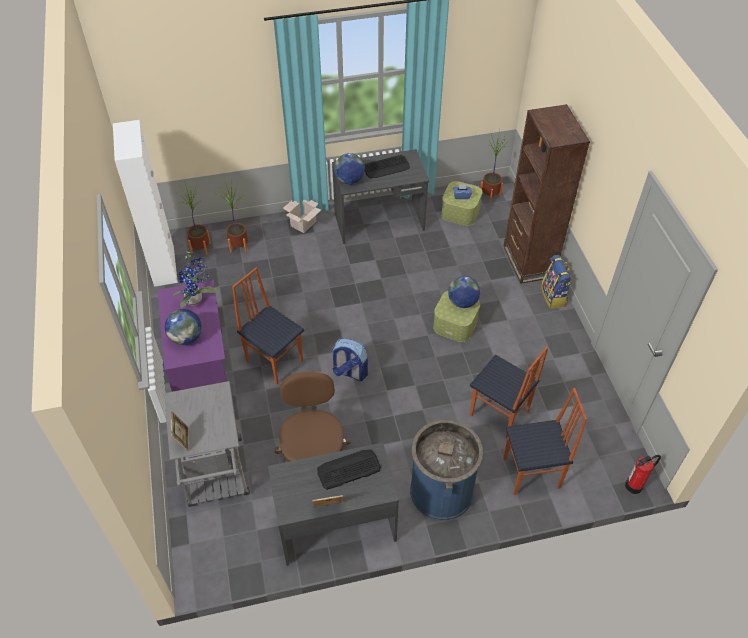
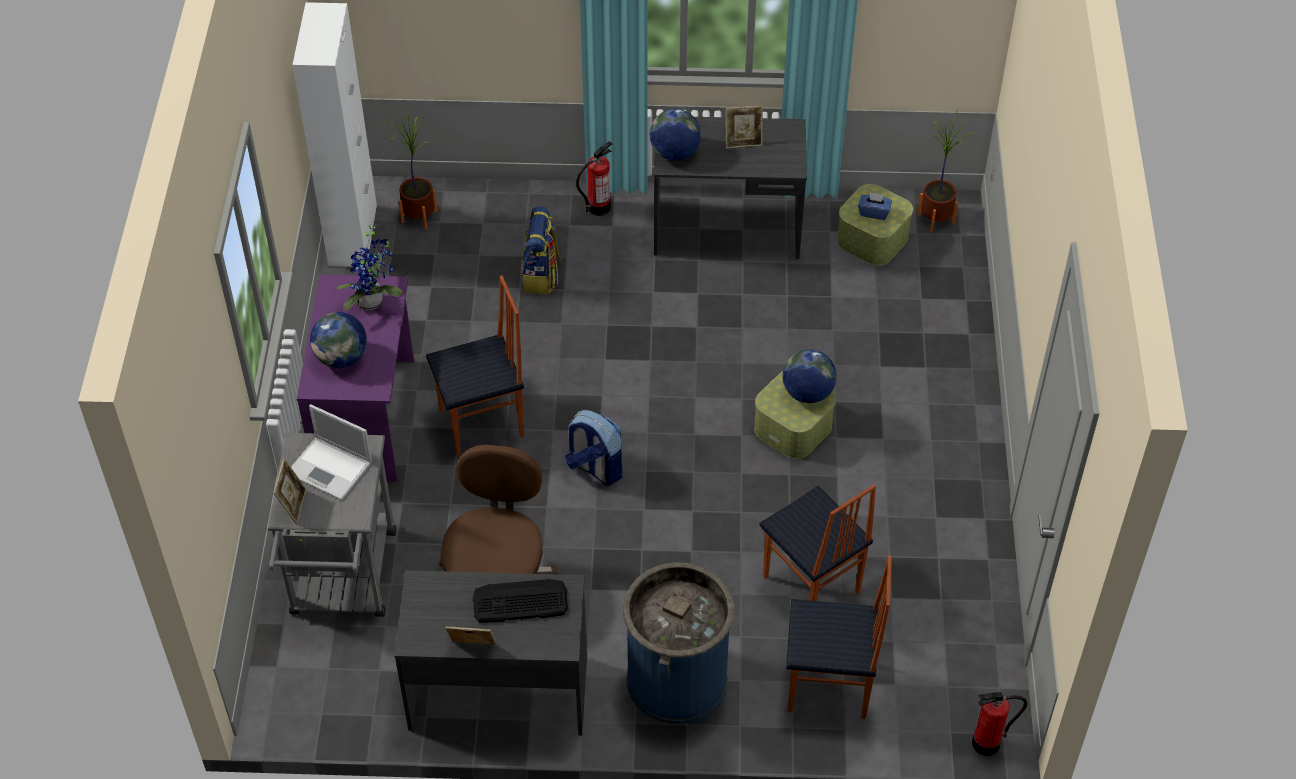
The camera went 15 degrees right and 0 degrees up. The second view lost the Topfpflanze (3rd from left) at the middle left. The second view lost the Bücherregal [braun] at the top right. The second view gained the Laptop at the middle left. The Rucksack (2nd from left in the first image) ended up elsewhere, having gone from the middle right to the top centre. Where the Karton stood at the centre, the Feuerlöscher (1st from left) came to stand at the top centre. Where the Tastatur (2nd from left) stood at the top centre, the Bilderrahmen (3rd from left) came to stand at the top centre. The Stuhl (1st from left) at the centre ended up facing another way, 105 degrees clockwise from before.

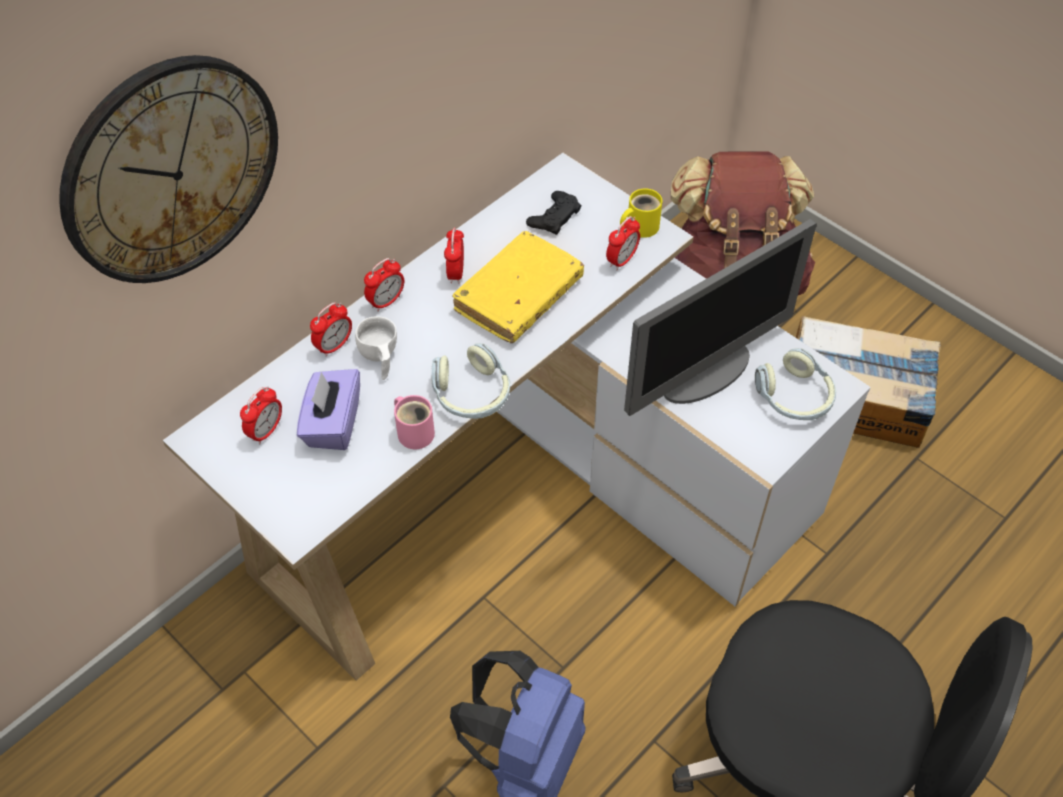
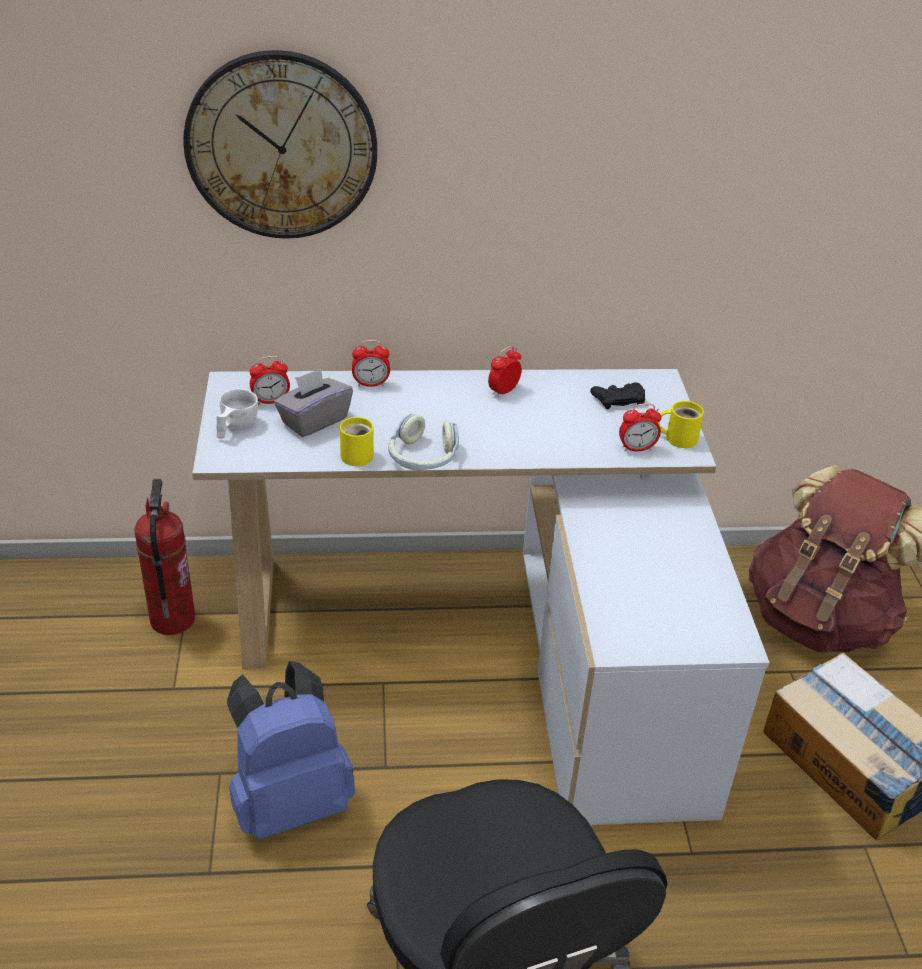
The camera went 40 degrees right and 15 degrees down. The second view lost the Wecker (3rd from left) at the centre. The second view lost the Buch [gelb] at the centre. The second view lost the Monitor at the middle right. The second view lost the Kopfhörer (2nd from left) at the middle right. The second view gained the Feuerlöscher at the middle left. The Tasse [weiß] ended up elsewhere, having gone from the centre to the middle left. What was the Taschentuchbox [lila] at the middle left turned into the Taschentuchbox [grau] at the centre. What was the Henkelbecher [rosa] at the centre turned into the Henkelbecher [gelb] (1st from left) at the centre.

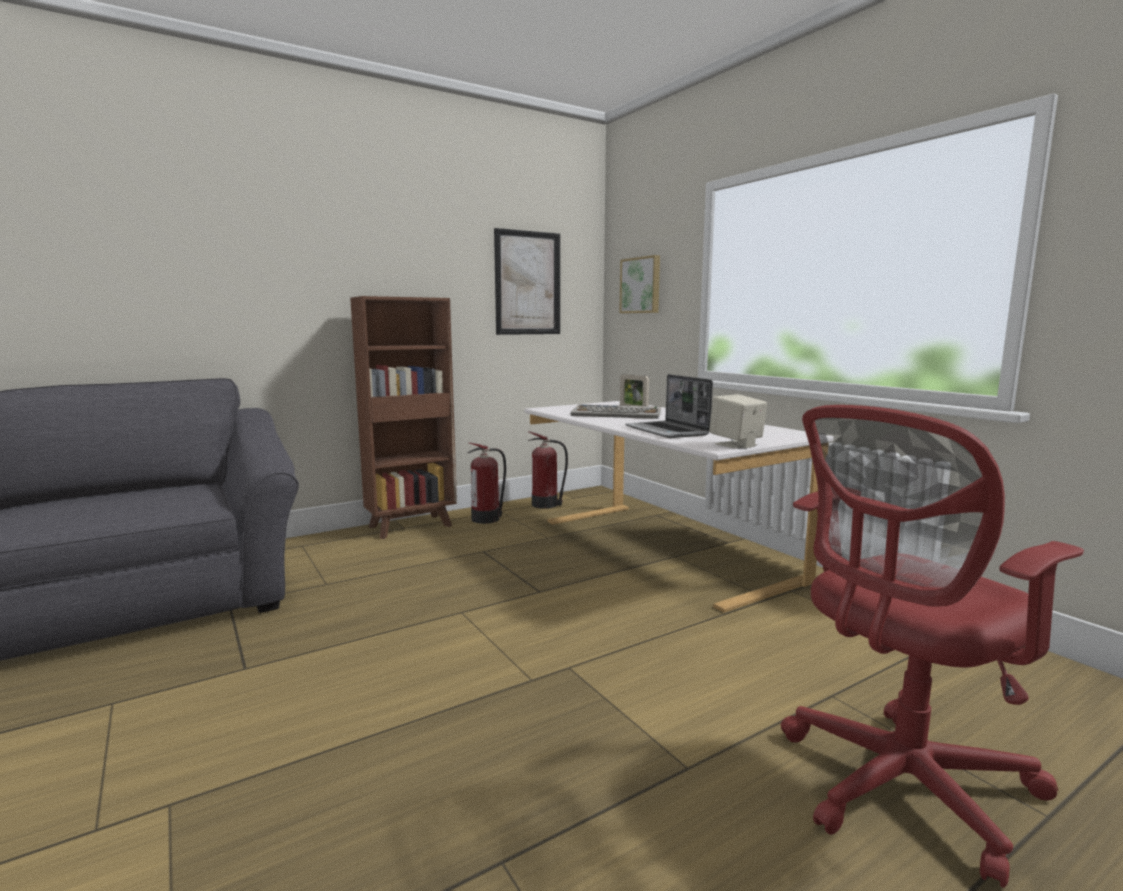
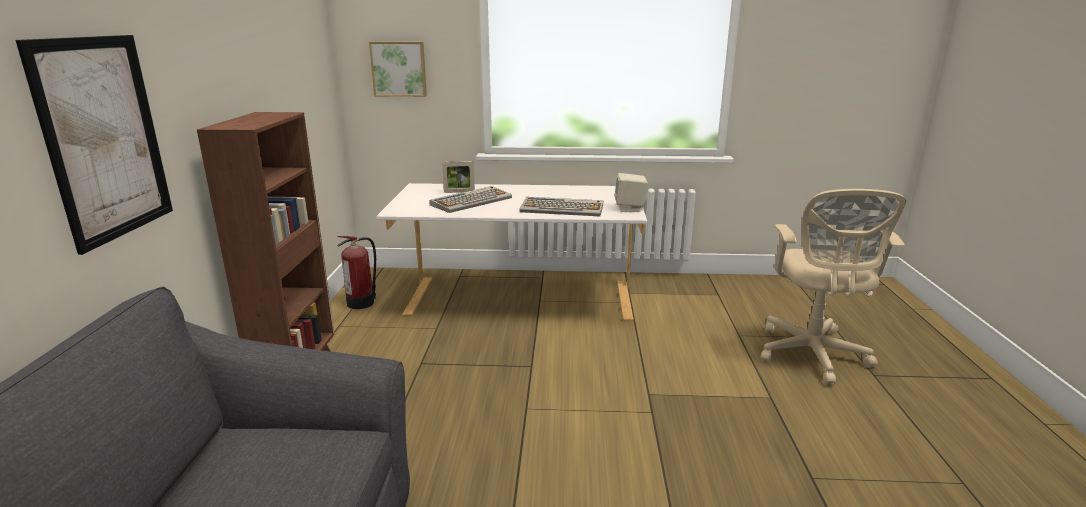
The camera went 55 degrees left and 10 degrees up. The second view lost the Feuerlöscher (1st from left) at the centre. The Bild (1st from left) ended up elsewhere, having gone from the top centre to the top left. Where the Laptop stood at the centre, the Tastatur (2nd from left) came to stand at the centre. What was the Bürostuhl [rot] at the bottom right turned into the Bürostuhl [beige] at the middle right.

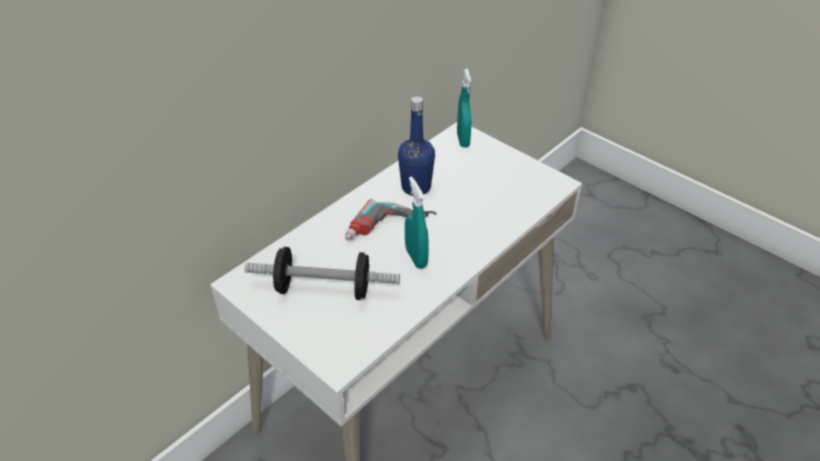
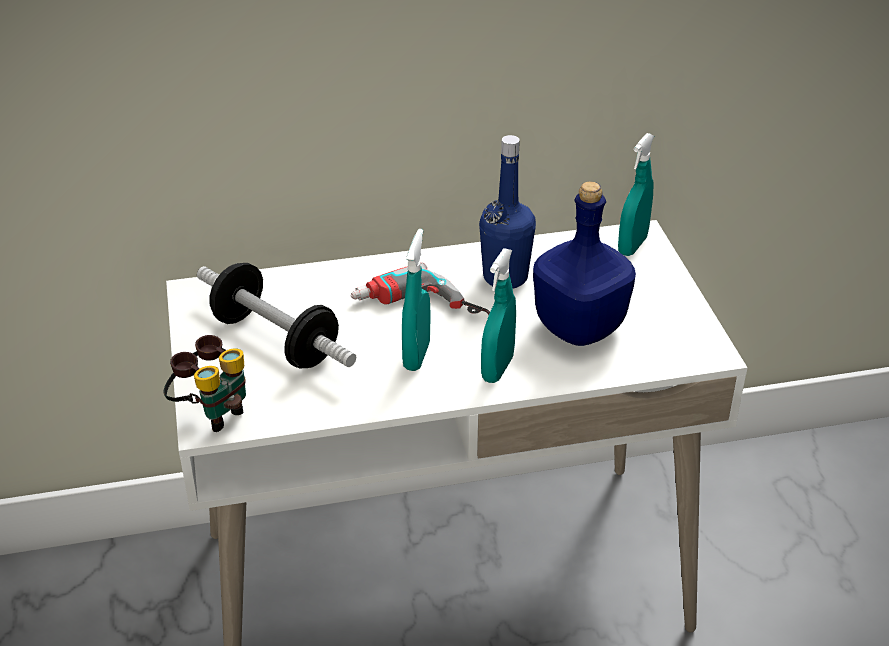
The camera went 35 degrees right and 5 degrees down. The second view gained the Fernglas at the middle left. The second view gained the Sprühflasche [türkis] (2nd from left) at the centre. The second view gained the Flasche [blau] (2nd from left) at the centre.

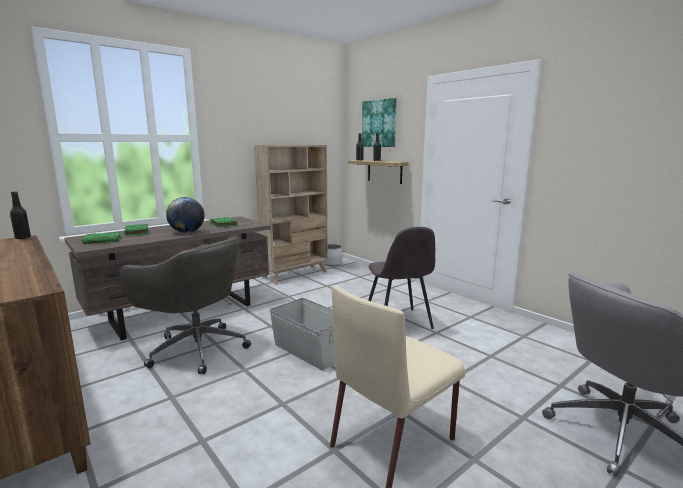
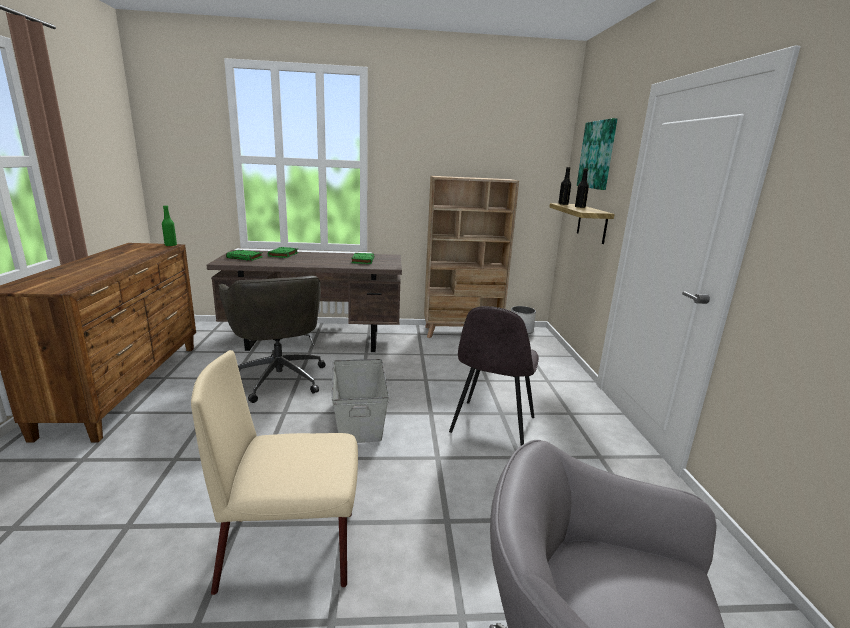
The camera went 35 degrees right and 5 degrees up. The second view lost the Globus at the middle left. What was the Flasche [schwarz] (1st from left) at the middle left turned into the Flasche [grün] at the middle left.

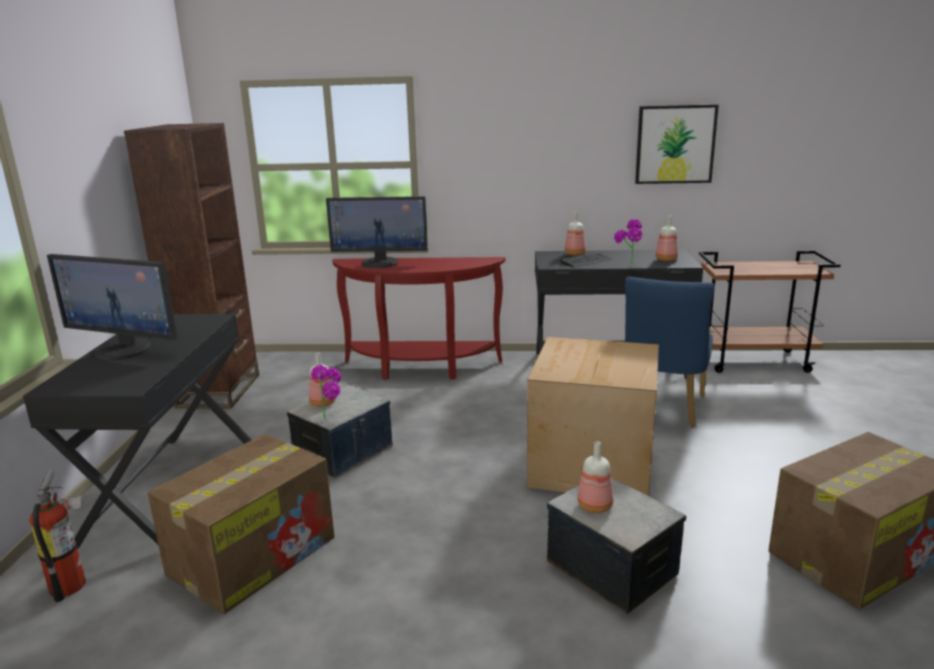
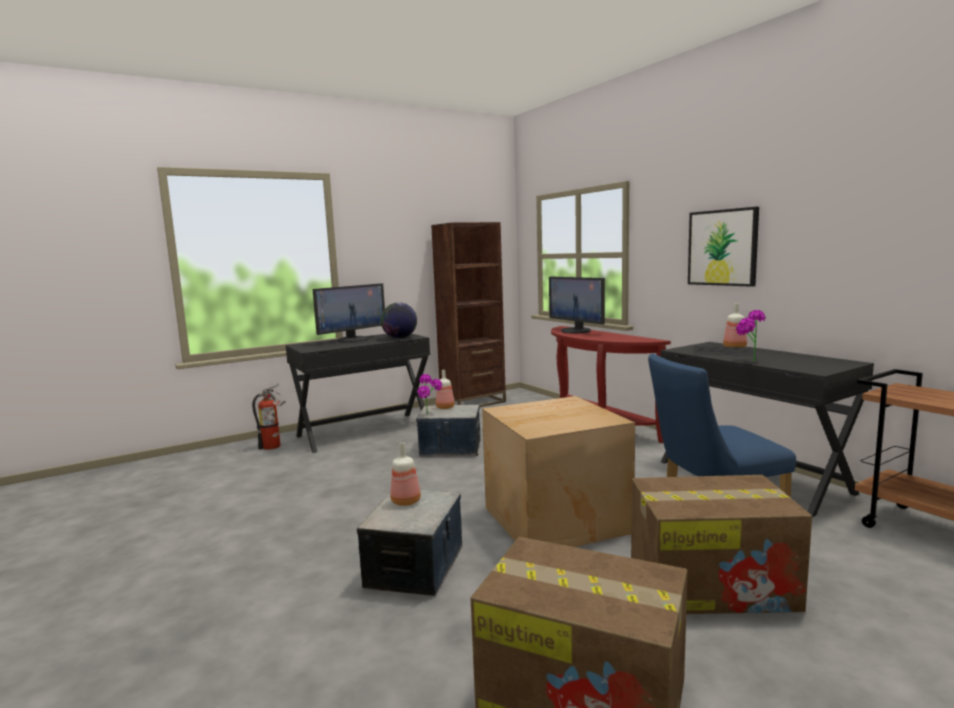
The camera went 55 degrees right and 10 degrees down. The second view lost the Flasche (4th from left) at the middle right. The second view gained the Globus at the centre. The Karton (1st from left in the first image) ended up elsewhere, having gone from the bottom left to the bottom right. The Bild ended up elsewhere, having gone from the top right to the middle right. The Monitor (1st from left) at the middle left ended up facing another way, 120 degrees counterclockwise from before.

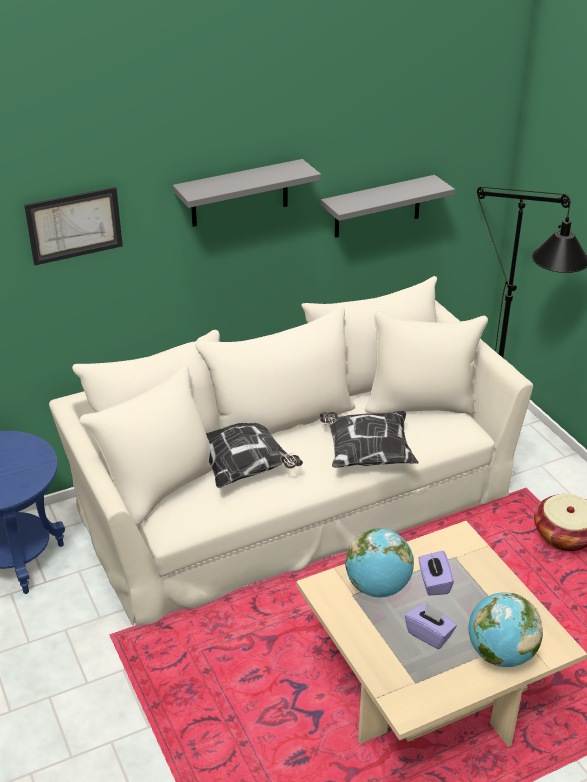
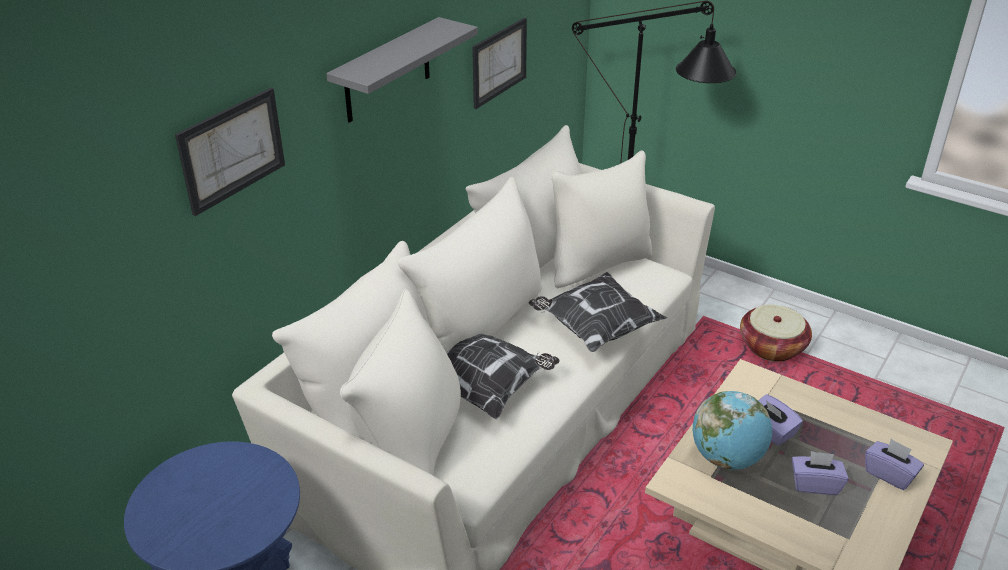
The camera went 30 degrees left and 0 degrees up. Where the Wandregal [grau] (2nd from left) hung at the top centre, the Bild (2nd from left) came to hang at the top centre. Where the Globus (2nd from left) stood at the bottom right, the Taschentuchbox [lila] (3rd from left) came to stand at the bottom right.

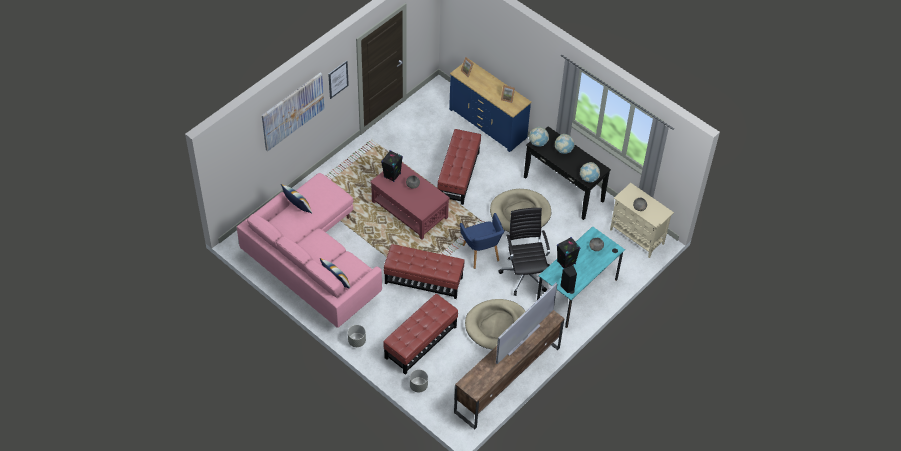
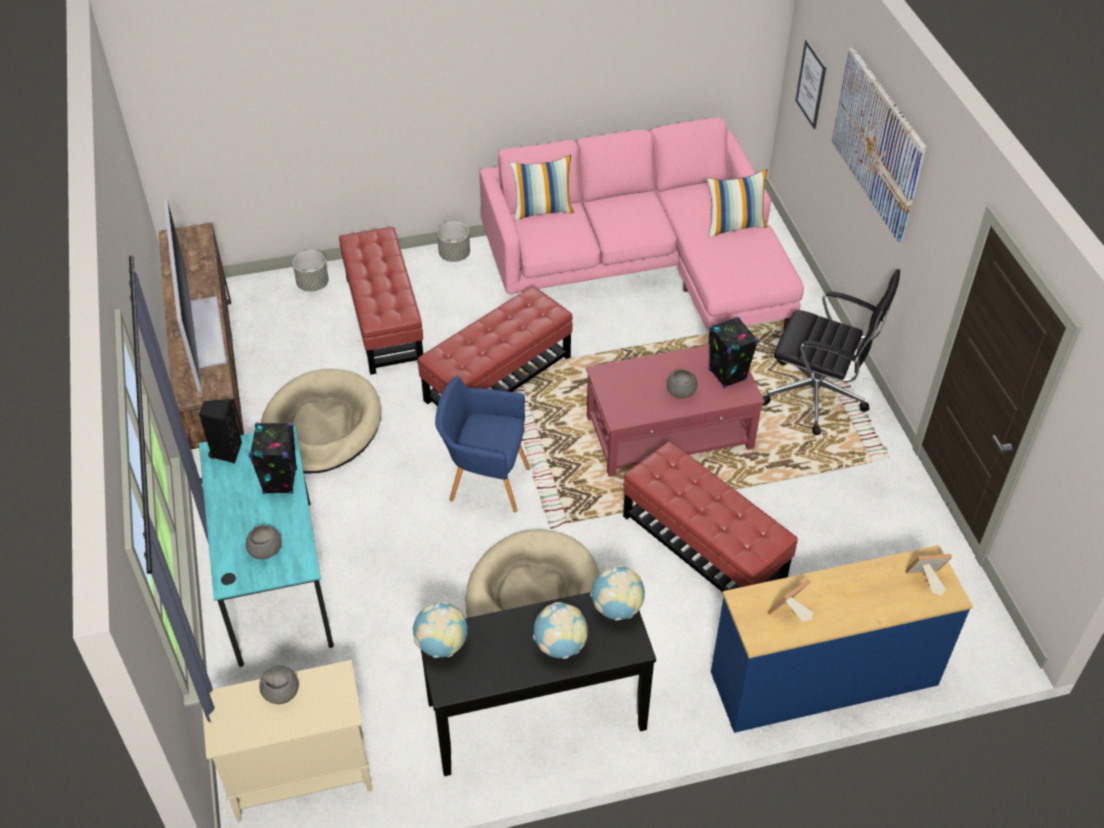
The camera went 125 degrees right and 5 degrees down. The Bild (2nd from left in the first image) ended up elsewhere, having gone from the top centre to the top right. The Bürostuhl [schwarz] ended up elsewhere, having gone from the centre to the middle right.

